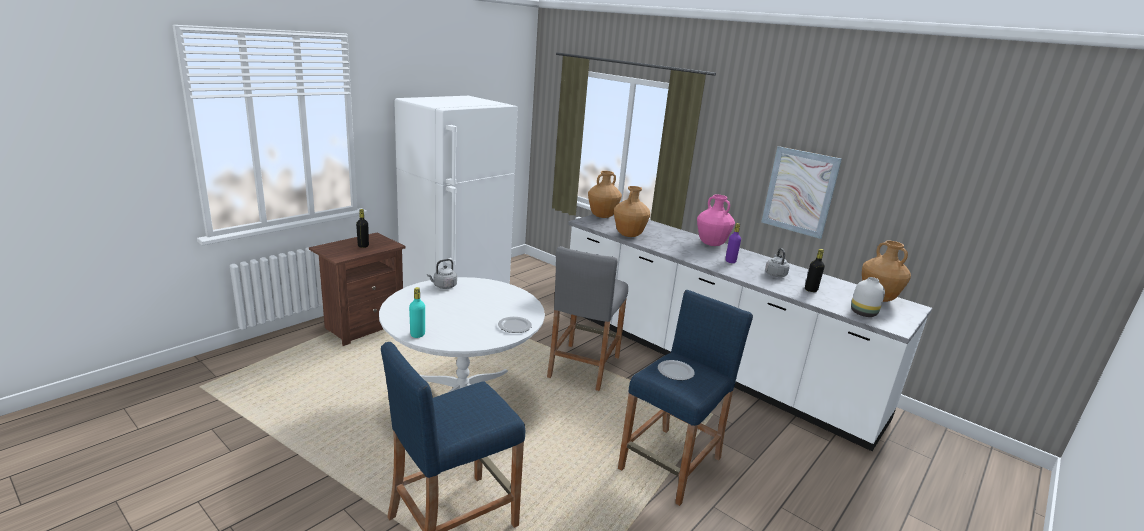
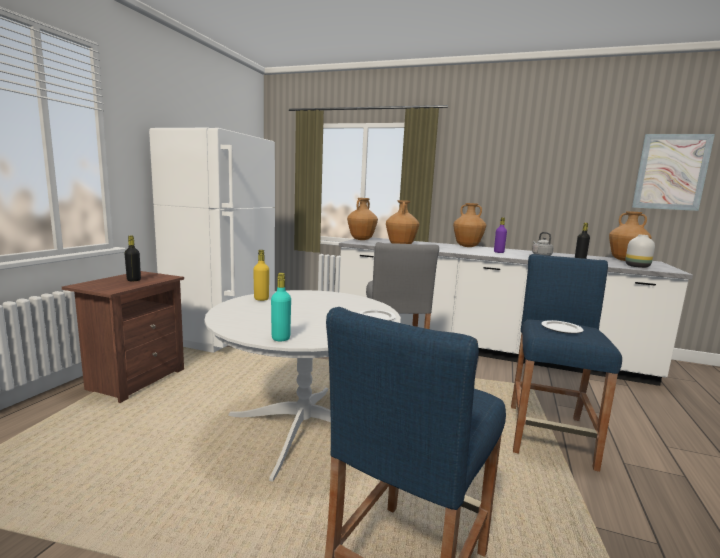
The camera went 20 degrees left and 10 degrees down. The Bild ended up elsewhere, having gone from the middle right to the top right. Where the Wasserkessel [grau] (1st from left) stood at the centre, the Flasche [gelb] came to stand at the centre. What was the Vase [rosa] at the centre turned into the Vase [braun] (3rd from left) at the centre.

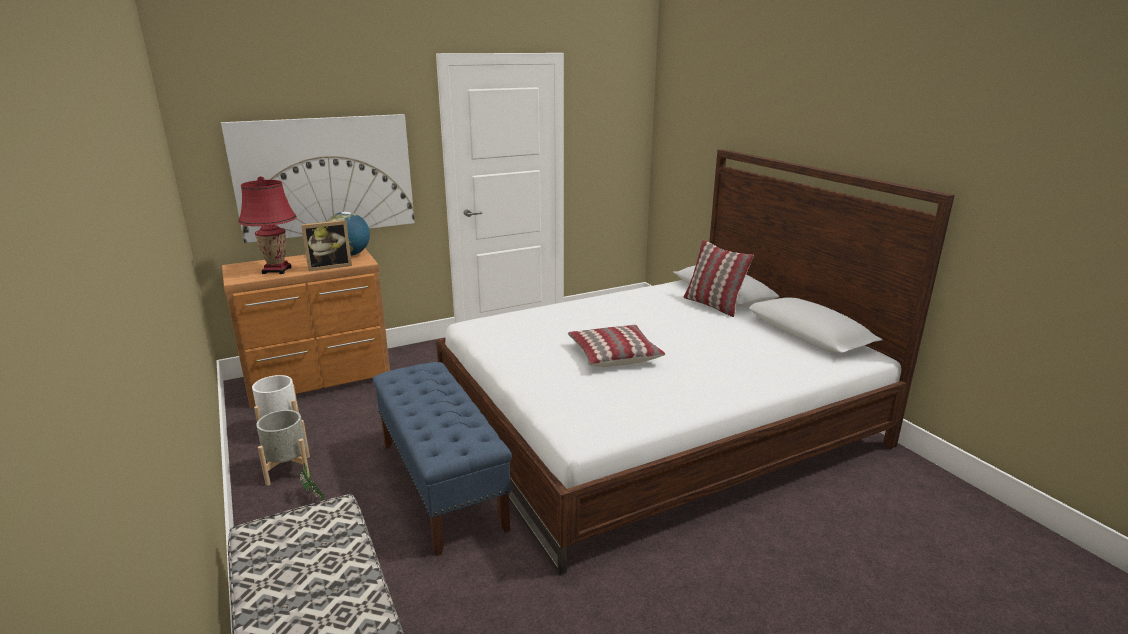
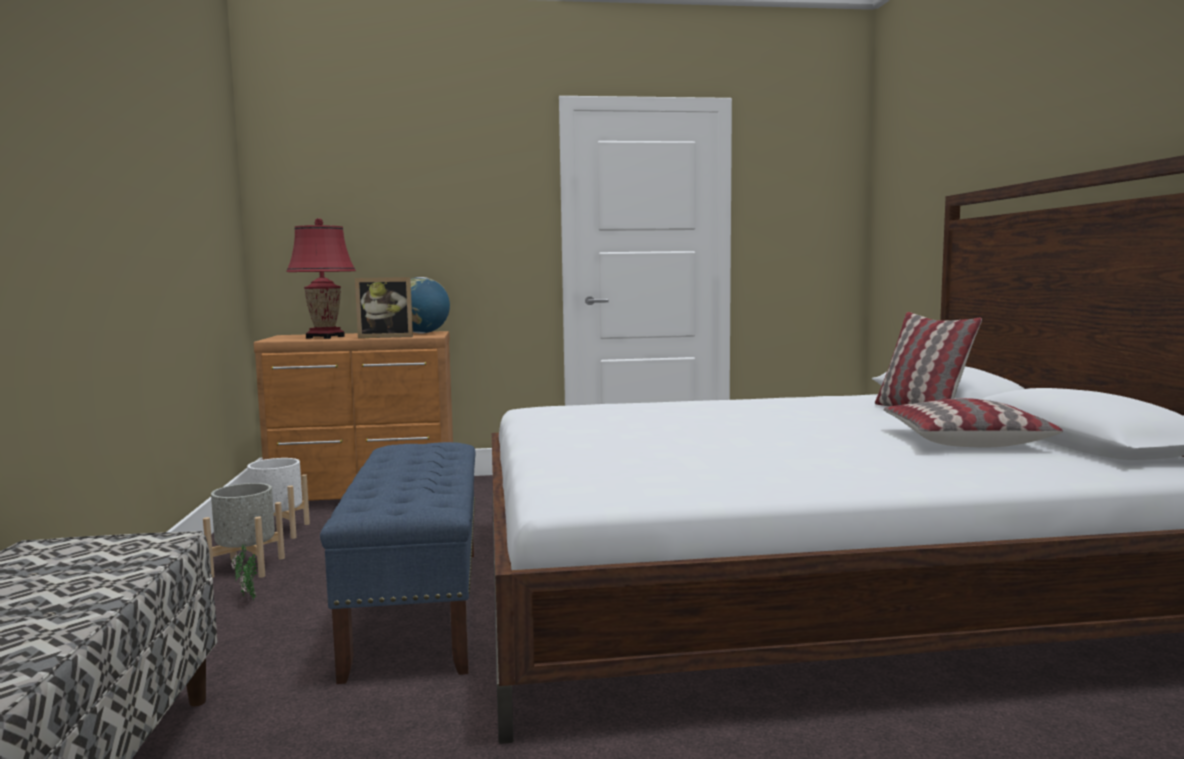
The camera went 20 degrees right and 15 degrees down. The second view lost the Bild at the top left. The Kissen (1st from left in the first image) ended up elsewhere, having gone from the centre to the middle right.

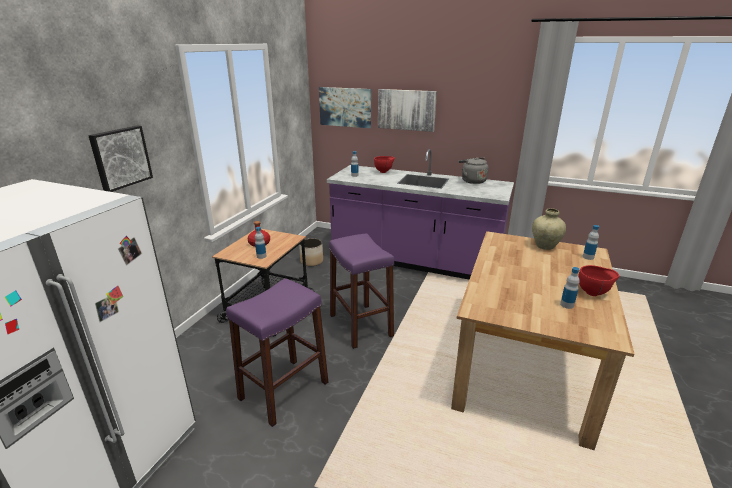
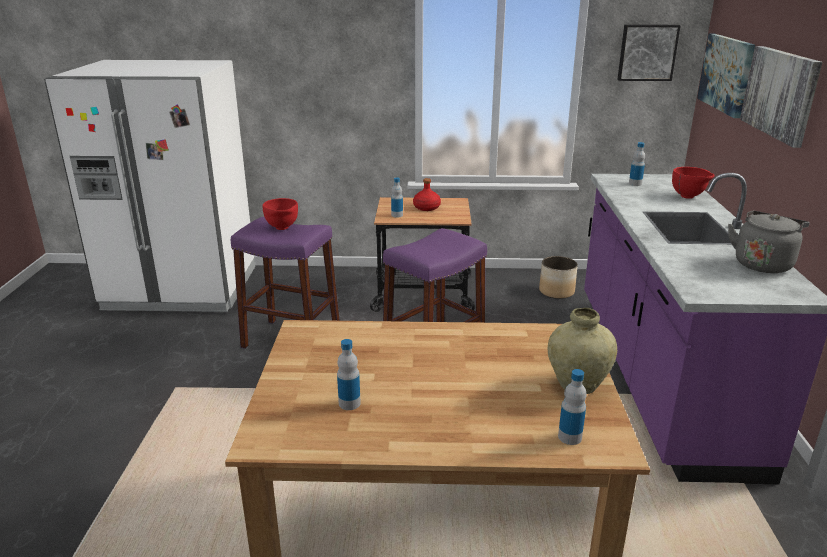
The camera went 70 degrees right and 0 degrees up. The Bild (1st from left) ended up elsewhere, having gone from the top left to the top right. The Schüssel [rot] (2nd from left in the first image) ended up elsewhere, having gone from the middle right to the centre.

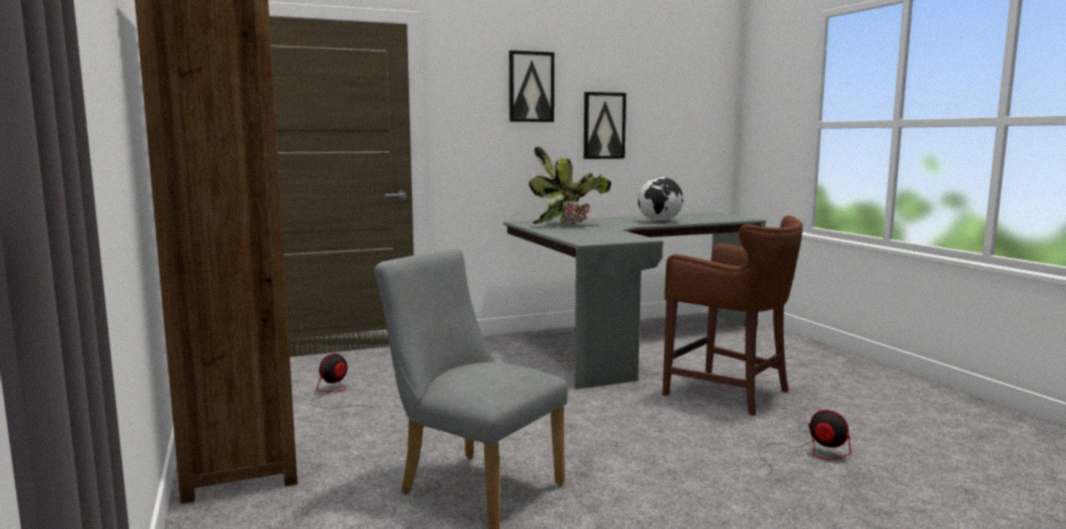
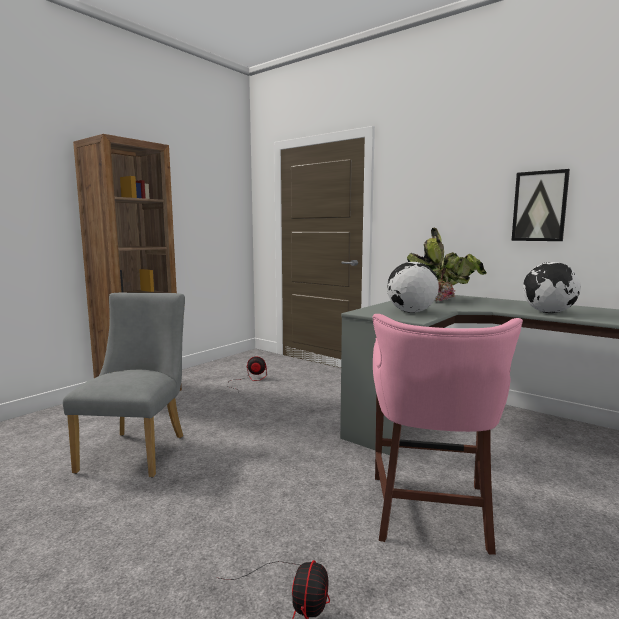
The camera went 60 degrees right and 0 degrees up. The second view lost the Bild (1st from left) at the top centre. The second view gained the Globus (1st from left) at the middle right. What was the Hocker [braun] at the middle right turned into the Hocker [rosa] at the bottom right.

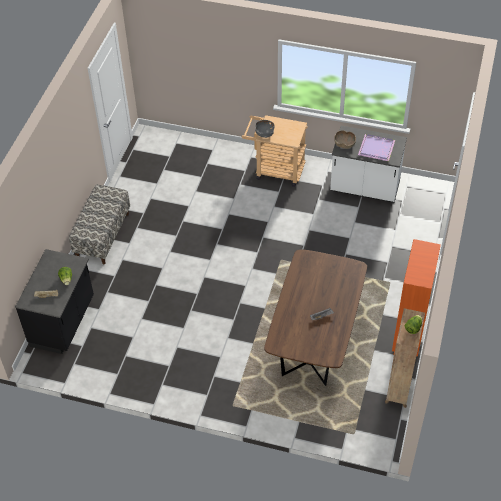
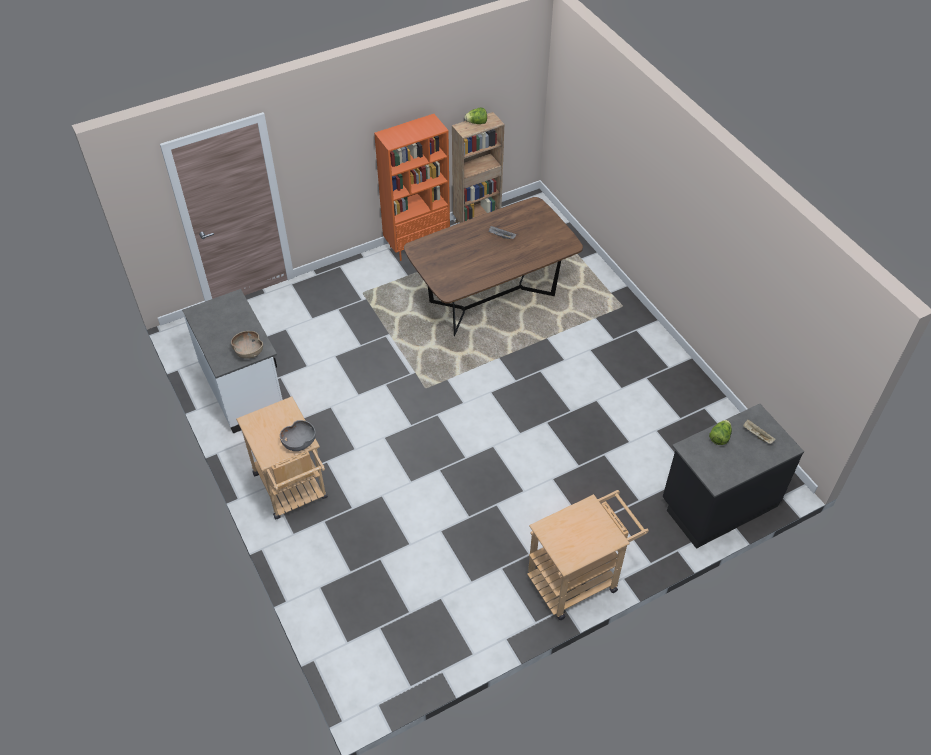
The camera went 135 degrees left and 0 degrees up. The second view lost the Tablett [lila] at the top right. Where the Bank stood at the middle left, the Rollwagen [beige] (2nd from left) came to stand at the bottom centre.

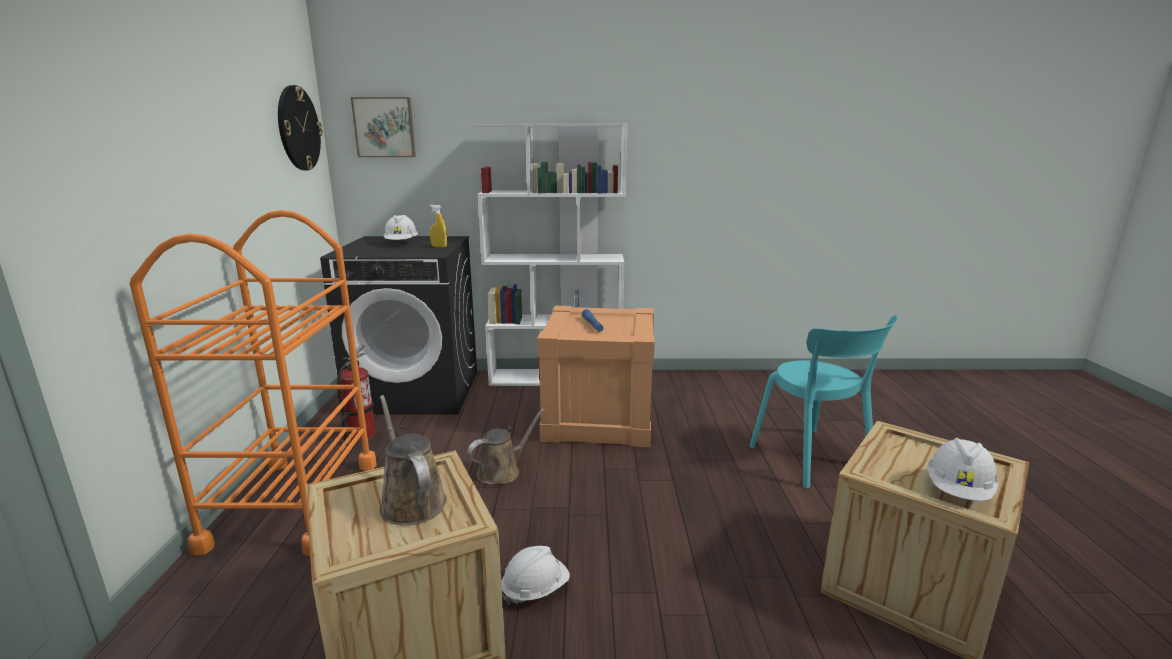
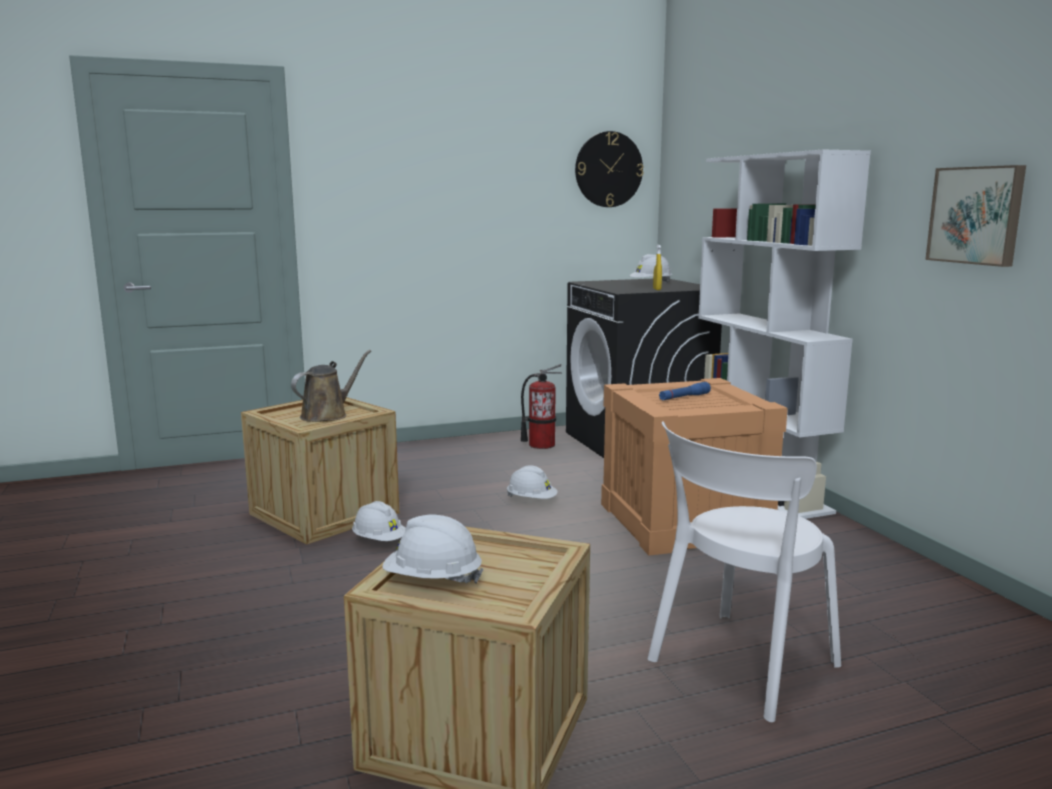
The camera went 70 degrees right and 5 degrees down. The second view lost the Rollwagen [orange] at the middle left. The Bild ended up elsewhere, having gone from the top left to the top right. Where the Gießkanne [braun] (2nd from left) stood at the bottom centre, the Schutzhelm [weiß] (3rd from left) came to stand at the centre. What was the Stuhl [türkis] at the middle right turned into the Stuhl [weiß] at the bottom right.

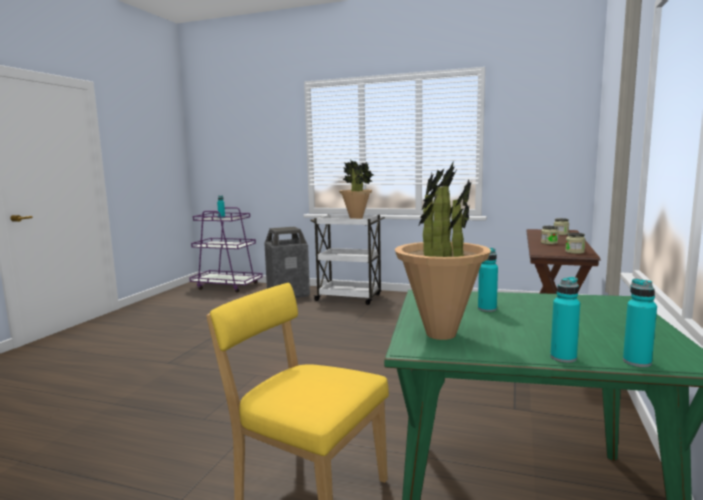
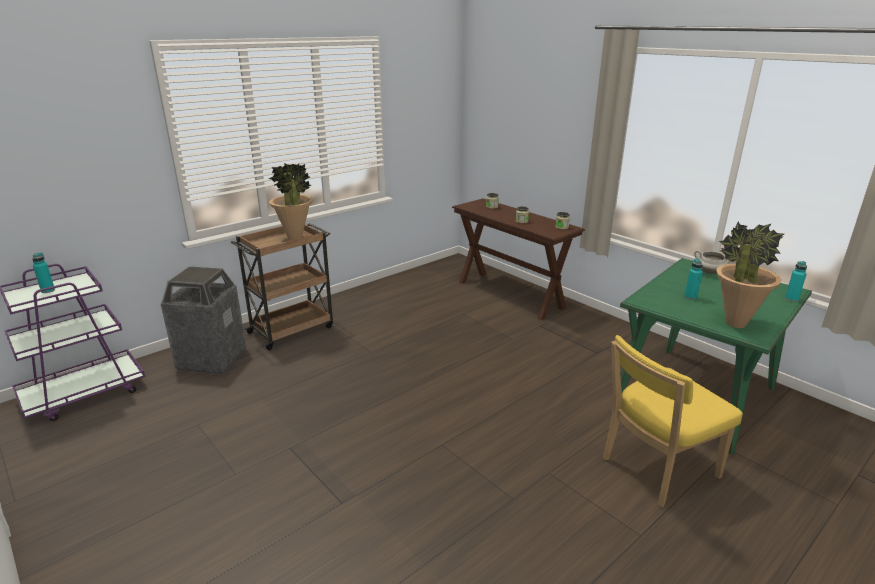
The camera went 60 degrees left and 15 degrees up. The second view lost the Flasche [türkis] (3rd from left) at the middle right. The second view gained the Kochtopf [weiß] at the middle right. What was the Rollwagen [weiß] at the centre turned into the Rollwagen [braun] at the middle left.

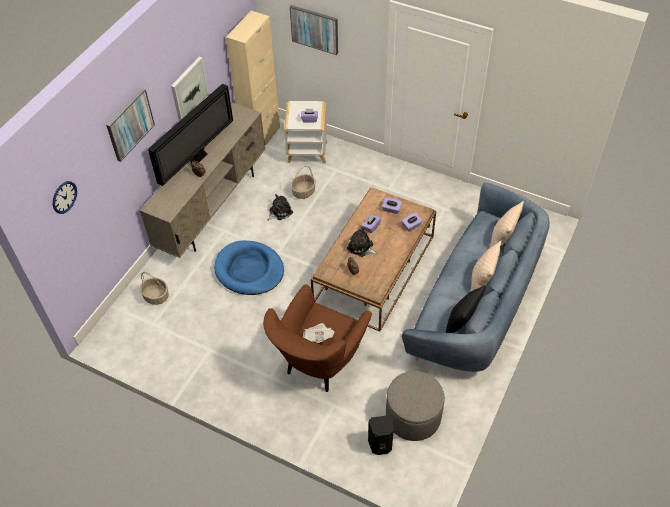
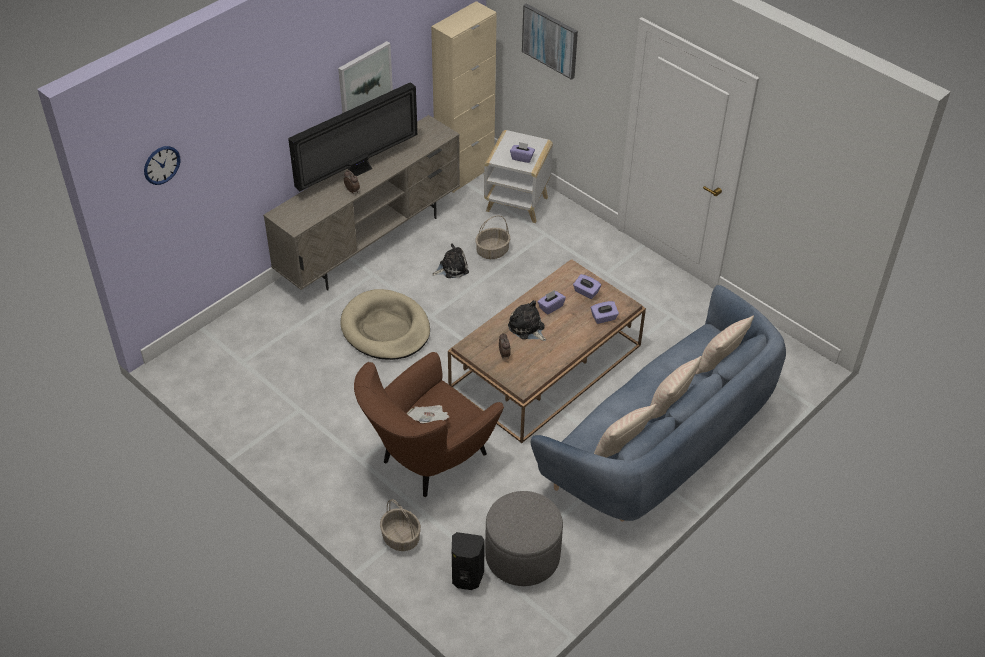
The camera went 15 degrees right and 5 degrees down. The second view lost the Bild (1st from left) at the top left. The Korb (1st from left) ended up elsewhere, having gone from the middle left to the bottom centre. What was the Hundebett [blau] at the centre turned into the Hundebett [beige] at the centre. What was the Kissen [schwarz] at the middle right turned into the Kissen [beige] (1st from left) at the centre.

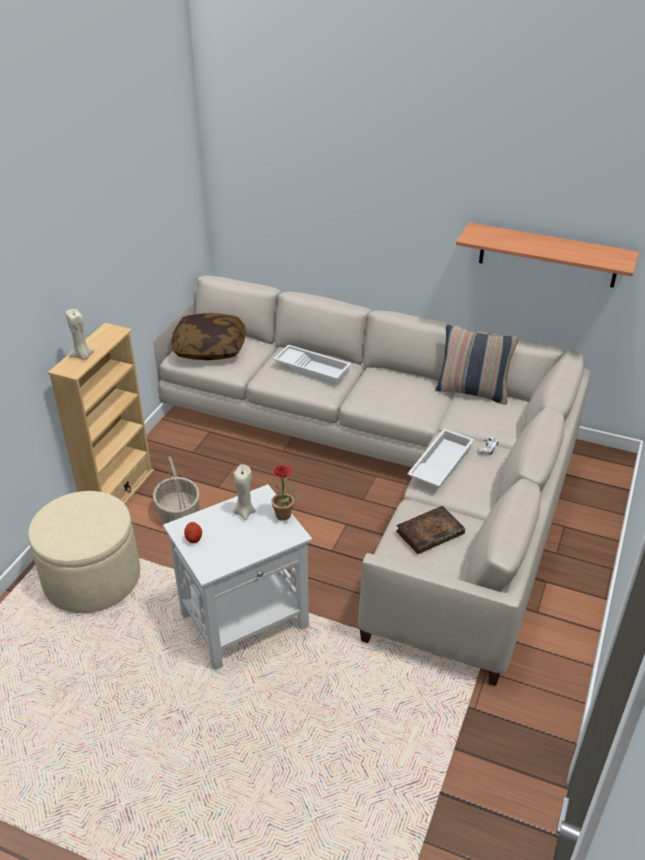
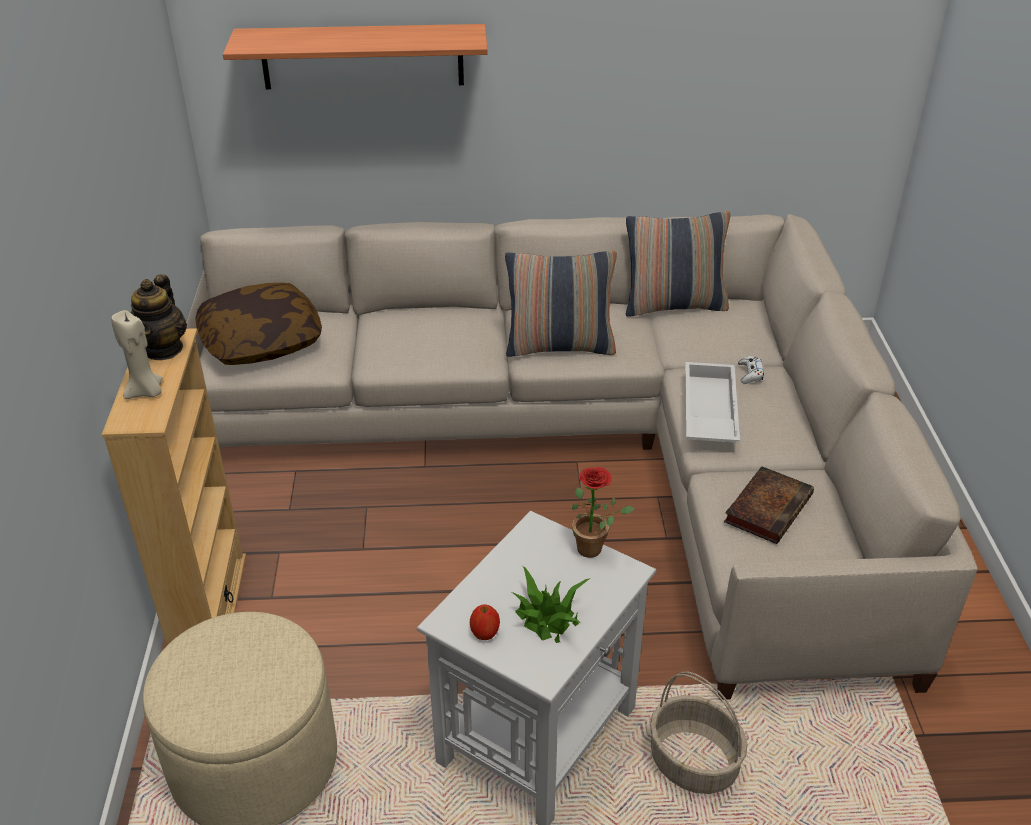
The camera went 25 degrees left and 0 degrees up. The second view lost the Kerze [beige] (2nd from left) at the centre. The second view lost the Tablett [weiß] (1st from left) at the centre. The second view gained the Teekanne at the middle left. The second view gained the Kissen (2nd from left) at the centre. The second view gained the Topfpflanze (1st from left) at the bottom centre. The Korb ended up elsewhere, having gone from the middle left to the bottom right. The Wandregal ended up elsewhere, having gone from the top right to the top centre.

